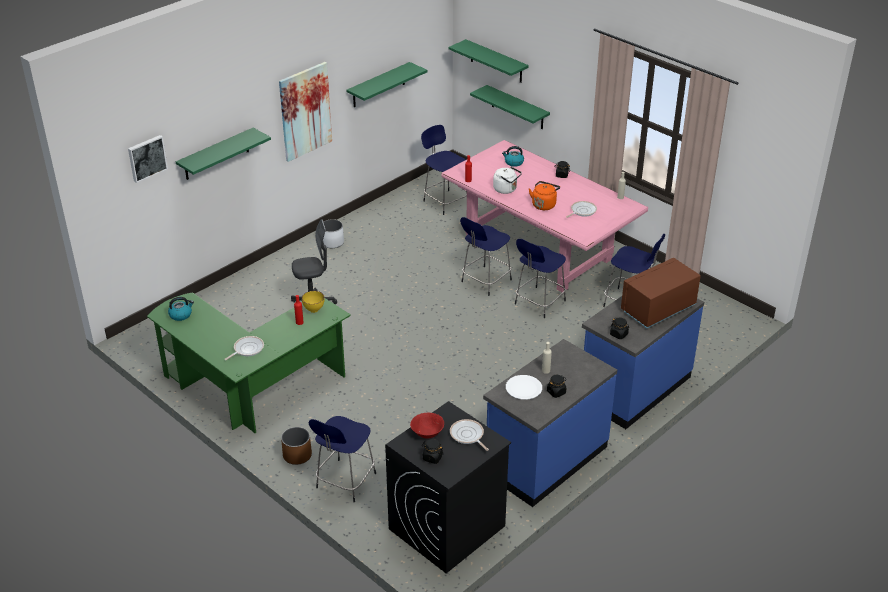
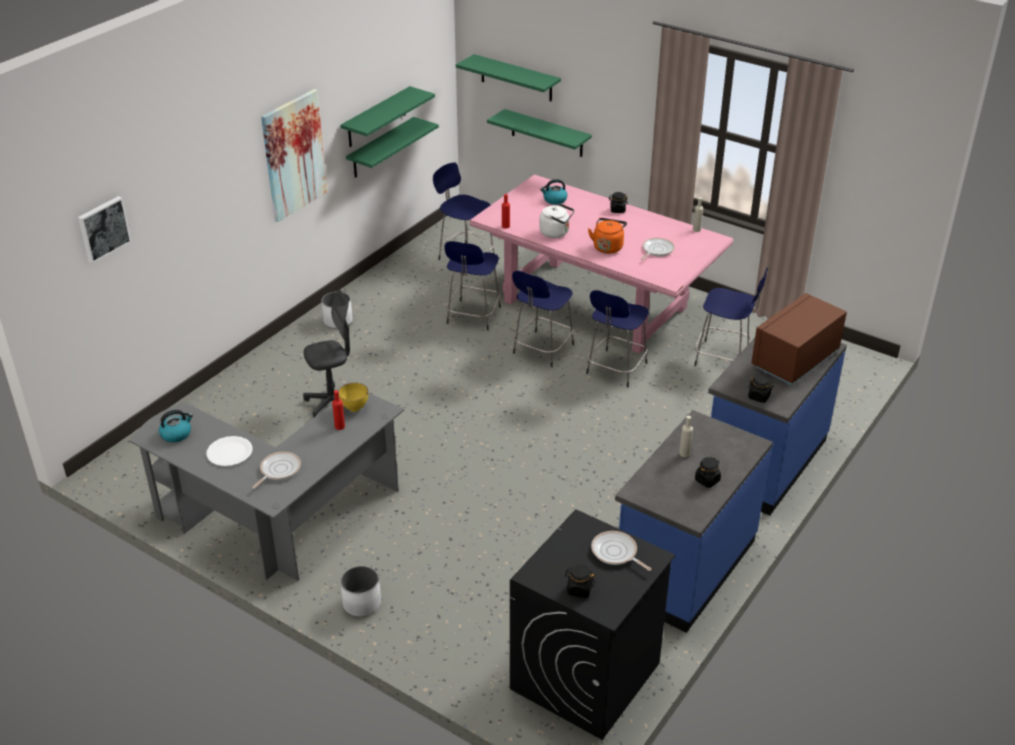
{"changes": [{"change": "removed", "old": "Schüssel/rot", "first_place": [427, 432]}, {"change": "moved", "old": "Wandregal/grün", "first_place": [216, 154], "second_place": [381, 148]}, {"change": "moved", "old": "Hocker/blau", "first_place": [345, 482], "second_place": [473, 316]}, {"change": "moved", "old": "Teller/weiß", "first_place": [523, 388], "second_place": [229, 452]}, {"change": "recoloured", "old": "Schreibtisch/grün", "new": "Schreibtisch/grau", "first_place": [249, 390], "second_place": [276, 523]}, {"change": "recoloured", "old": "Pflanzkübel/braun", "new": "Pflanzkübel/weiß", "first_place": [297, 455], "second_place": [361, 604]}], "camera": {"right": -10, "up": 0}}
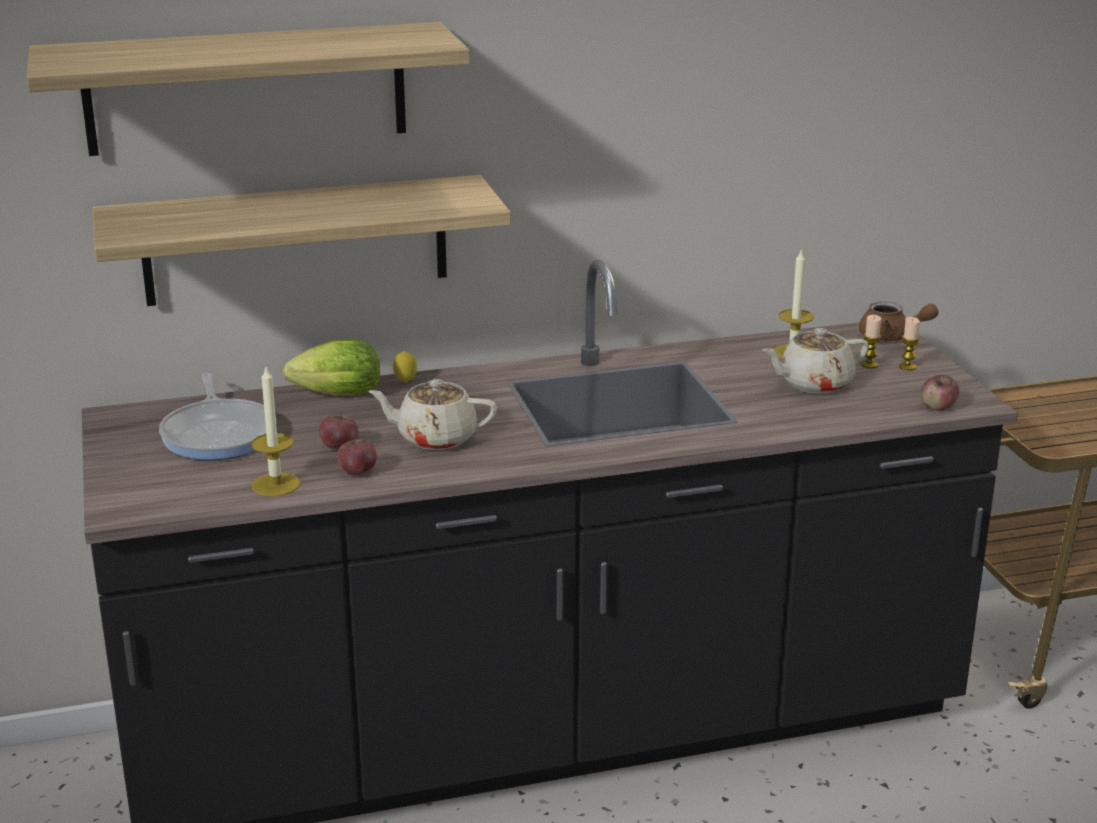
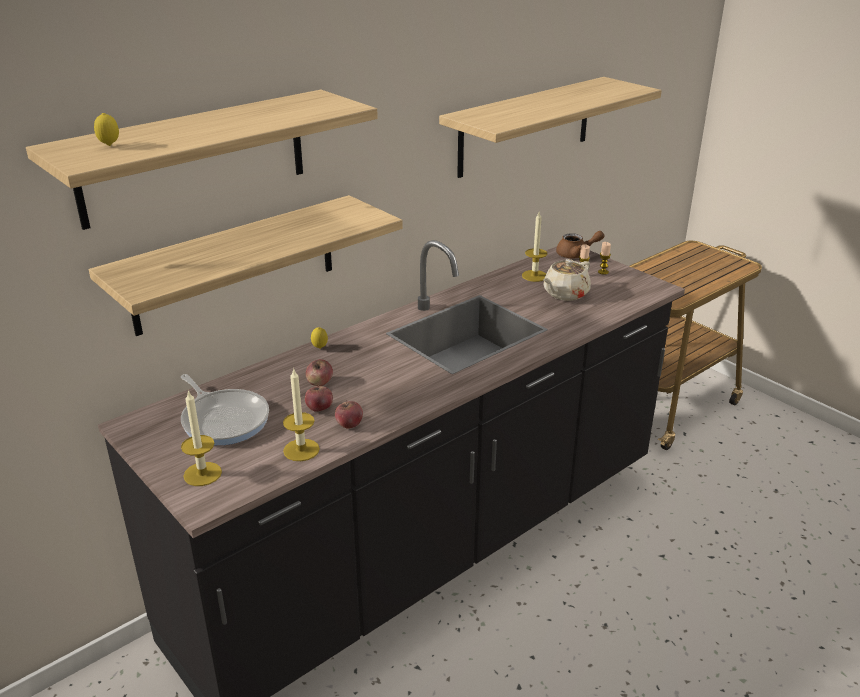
{"changes": [{"change": "removed", "old": "Salatkopf", "first_place": [333, 395]}, {"change": "removed", "old": "Teekanne/beige", "first_place": [435, 438]}, {"change": "added", "new": "Zitrone", "second_place": [109, 145]}, {"change": "added", "new": "Kerze", "second_place": [202, 474]}, {"change": "added", "new": "Wandregal", "second_place": [525, 126]}, {"change": "moved", "old": "Apfel", "first_place": [938, 407], "second_place": [320, 383]}], "camera": {"right": -25, "up": 5}}
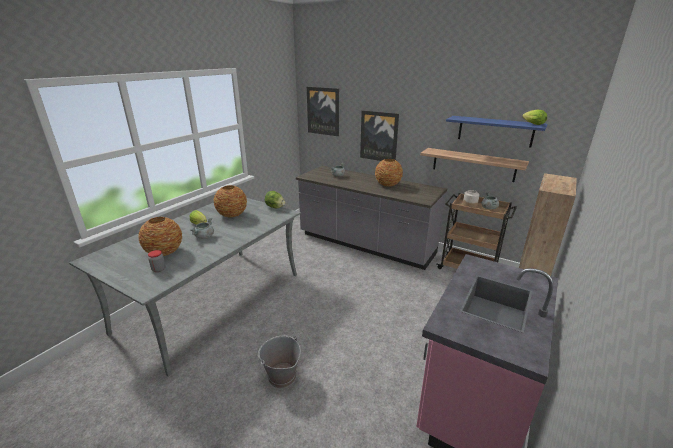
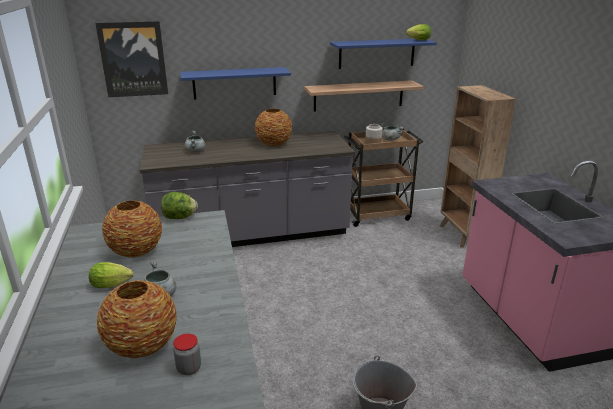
{"changes": [{"change": "replaced", "old": "Bild", "new": "Wandregal/blau", "first_place": [379, 136], "second_place": [234, 83]}], "camera": {"right": -45, "up": 0}}
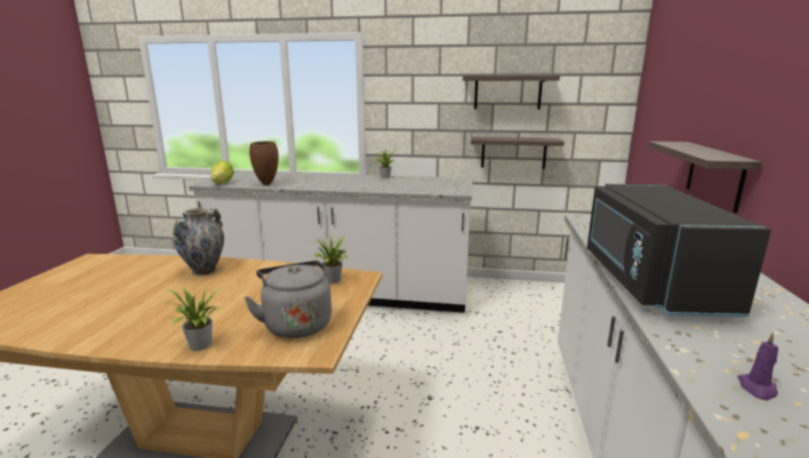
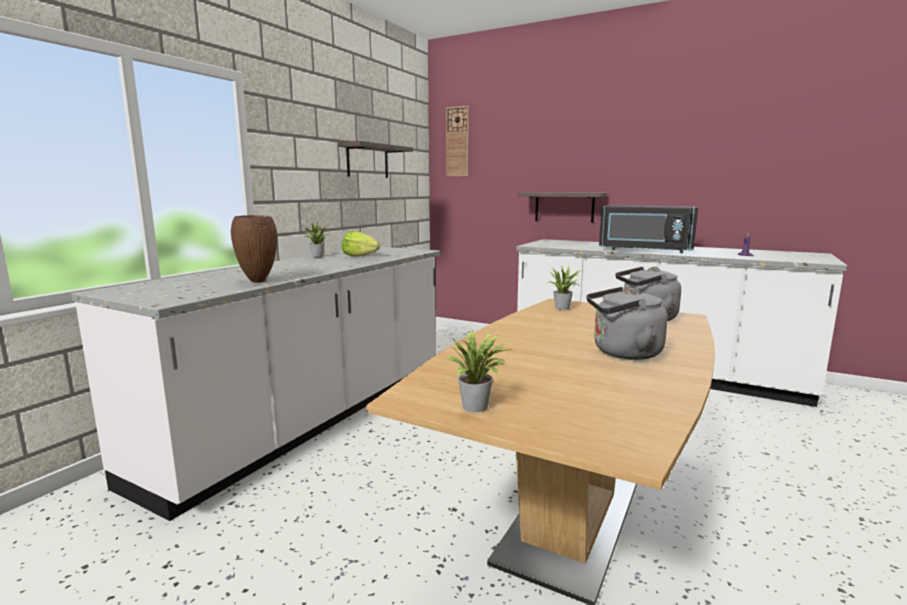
{"changes": [{"change": "removed", "old": "Vase", "first_place": [204, 271]}, {"change": "removed", "old": "Wandregal", "first_place": [513, 153]}, {"change": "added", "new": "Wanduhr", "second_place": [457, 142]}, {"change": "added", "new": "Wasserkessel/grau", "second_place": [623, 353]}, {"change": "moved", "old": "Topfpflanze", "first_place": [199, 346], "second_place": [478, 407]}, {"change": "moved", "old": "Salatkopf", "first_place": [222, 183], "second_place": [360, 256]}], "camera": {"right": -70, "up": -5}}
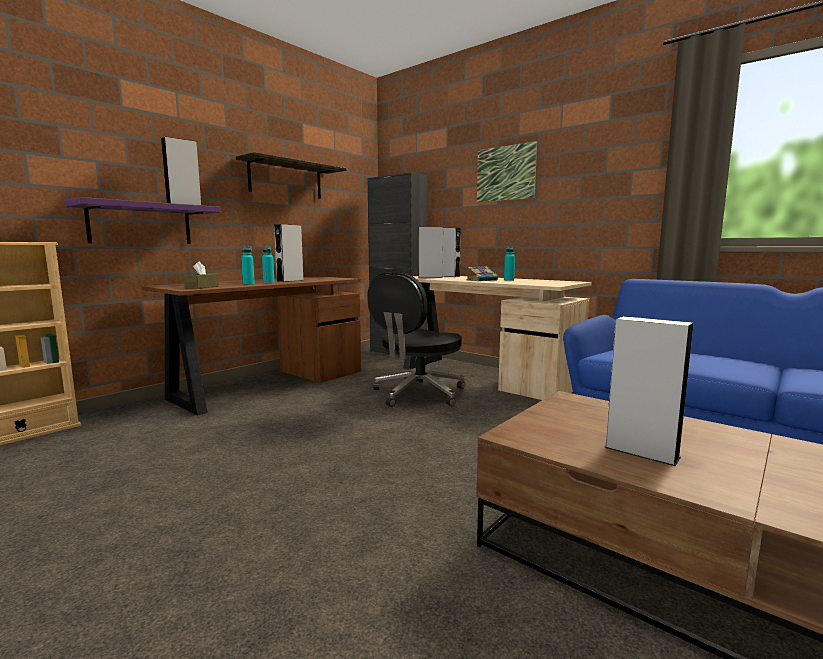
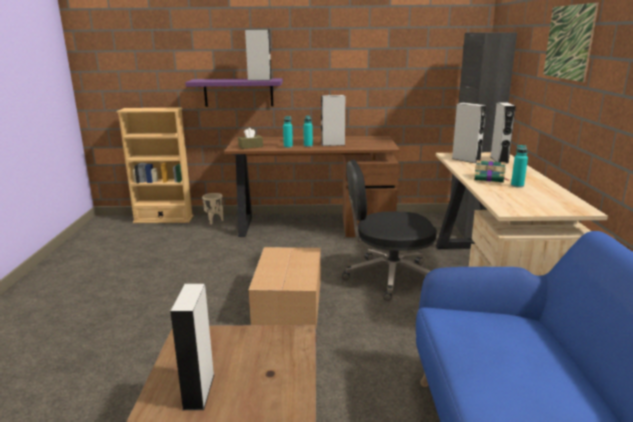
{"changes": [{"change": "removed", "old": "Wandregal", "first_place": [286, 179]}, {"change": "added", "new": "Pflanzkübel/beige", "second_place": [214, 221]}, {"change": "added", "new": "Karton", "second_place": [289, 301]}], "camera": {"right": 50, "up": 10}}
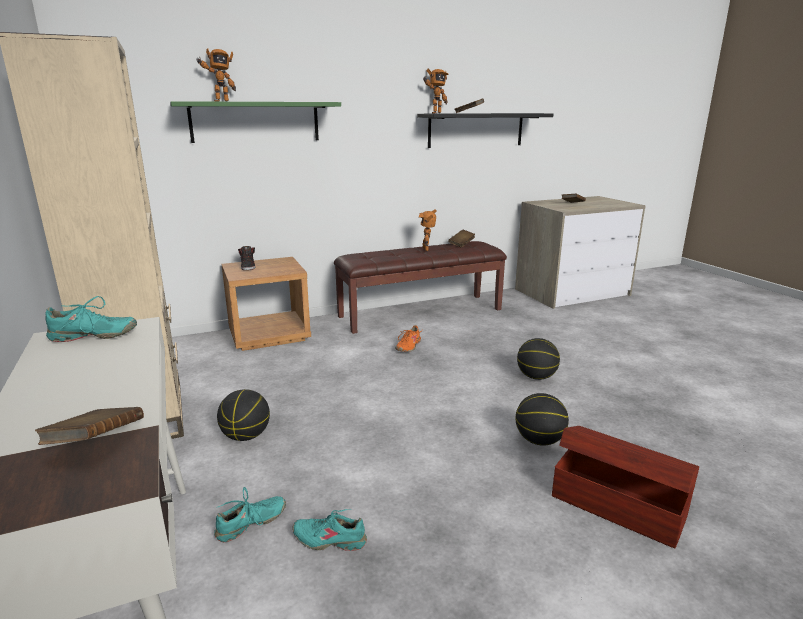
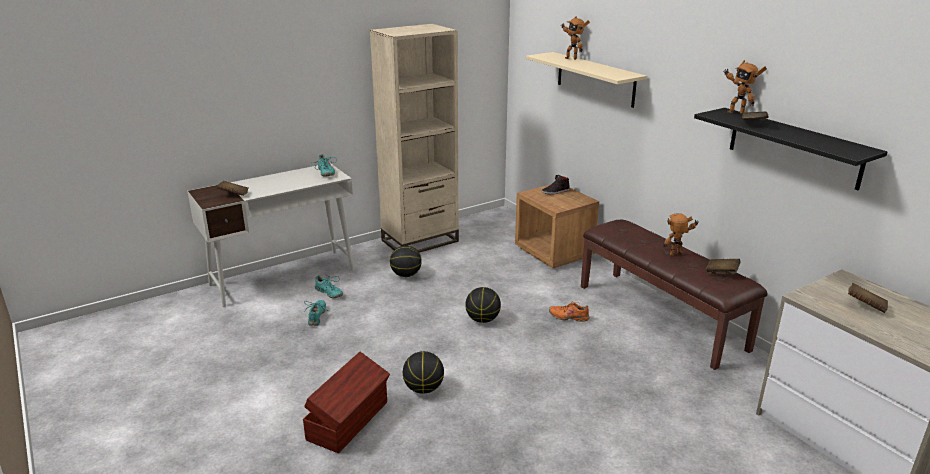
{"changes": [{"change": "moved", "old": "Basketball", "first_place": [536, 377], "second_place": [483, 319]}, {"change": "recoloured", "old": "Wandregal/grün", "new": "Wandregal/beige", "first_place": [255, 122], "second_place": [595, 79]}], "camera": {"right": 80, "up": 5}}
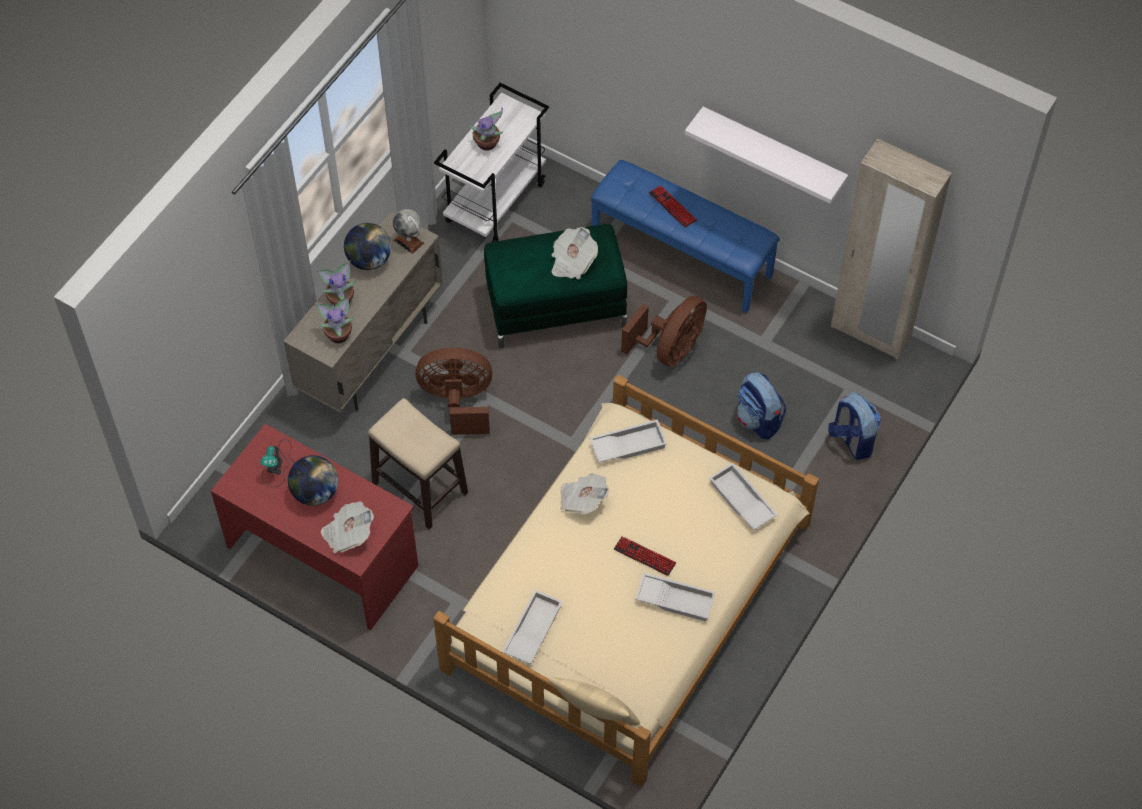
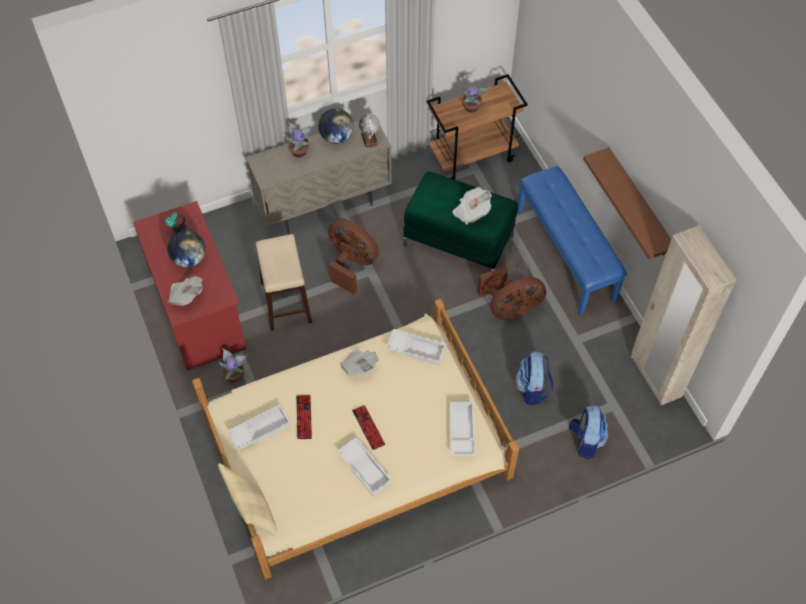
{"changes": [{"change": "moved", "old": "Topfpflanze", "first_place": [338, 334], "second_place": [235, 375]}, {"change": "moved", "old": "Tastatur", "first_place": [672, 207], "second_place": [304, 417]}, {"change": "recoloured", "old": "Rollwagen/weiß", "new": "Rollwagen/braun", "first_place": [495, 202], "second_place": [473, 156]}, {"change": "recoloured", "old": "Wandregal/weiß", "new": "Wandregal/braun", "first_place": [773, 151], "second_place": [639, 204]}], "camera": {"right": 35, "up": 0}}
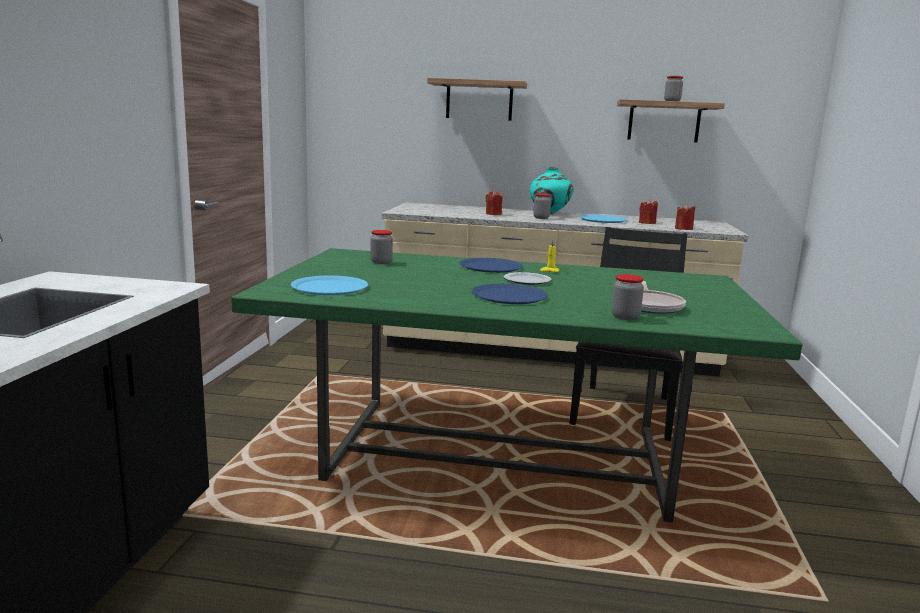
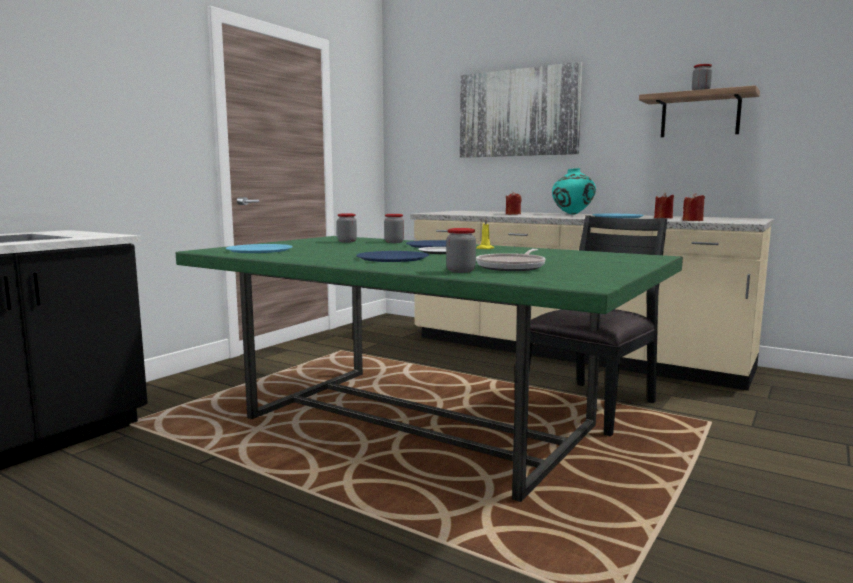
{"changes": [{"change": "moved", "old": "Vorratsglas", "first_place": [541, 218], "second_place": [394, 242]}, {"change": "replaced", "old": "Wandregal", "new": "Bild", "first_place": [479, 100], "second_place": [518, 113]}], "camera": {"right": 25, "up": -5}}
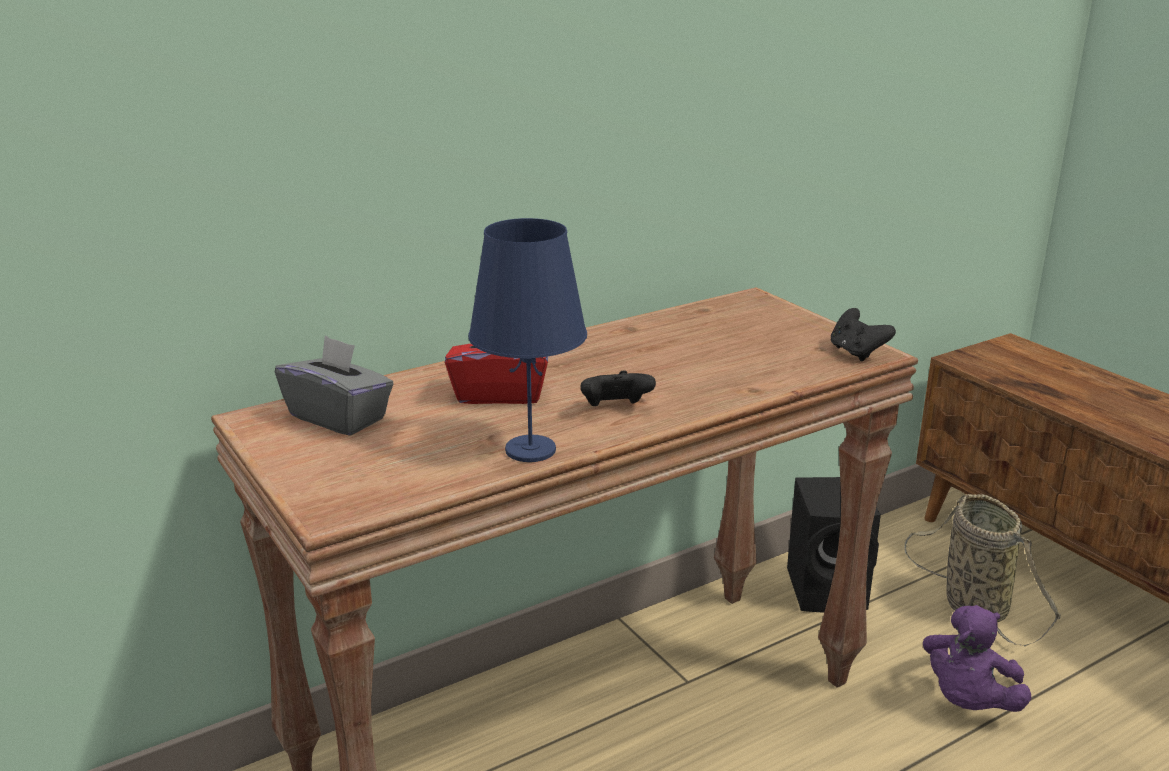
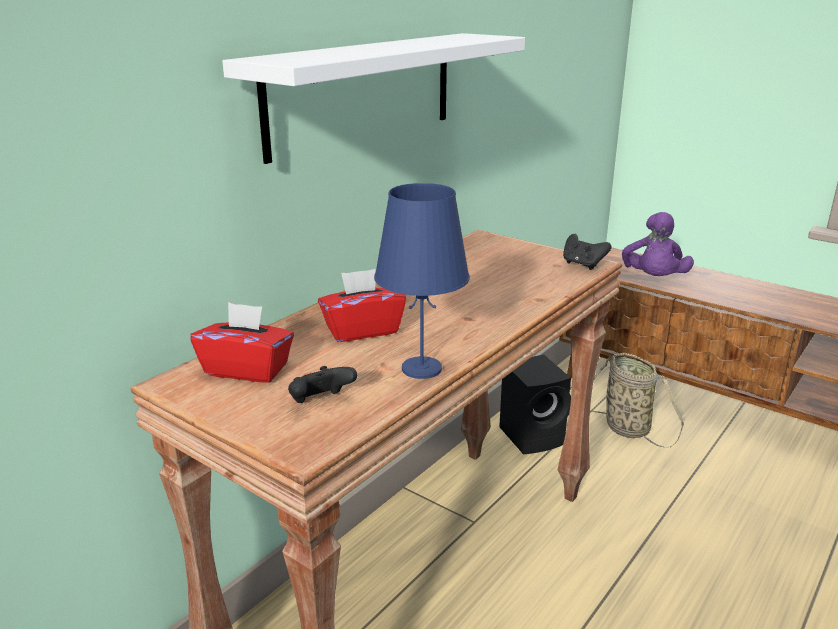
{"changes": [{"change": "added", "new": "Wandregal/weiß", "second_place": [363, 92]}, {"change": "moved", "old": "Gamepad/schwarz", "first_place": [615, 409], "second_place": [321, 402]}, {"change": "moved", "old": "Plüschtier/lila", "first_place": [968, 701], "second_place": [653, 279]}, {"change": "recoloured", "old": "Taschentuchbox/grau", "new": "Taschentuchbox/rot", "first_place": [339, 417], "second_place": [247, 369]}], "camera": {"right": -20, "up": 0}}
